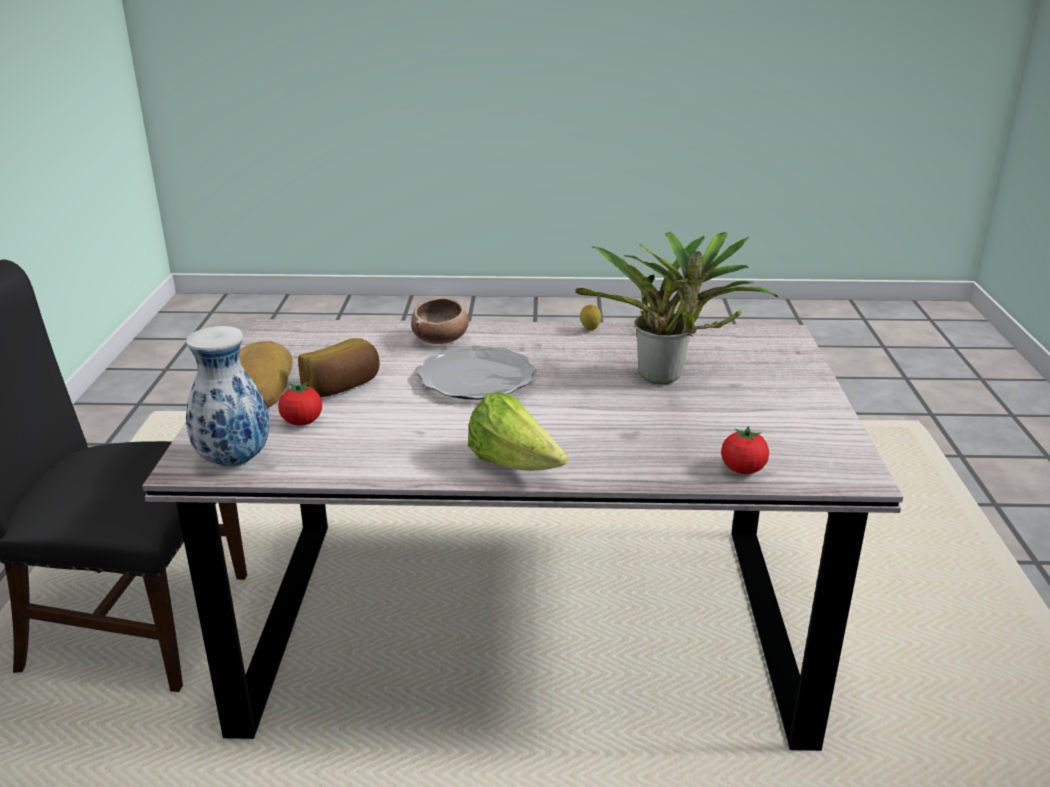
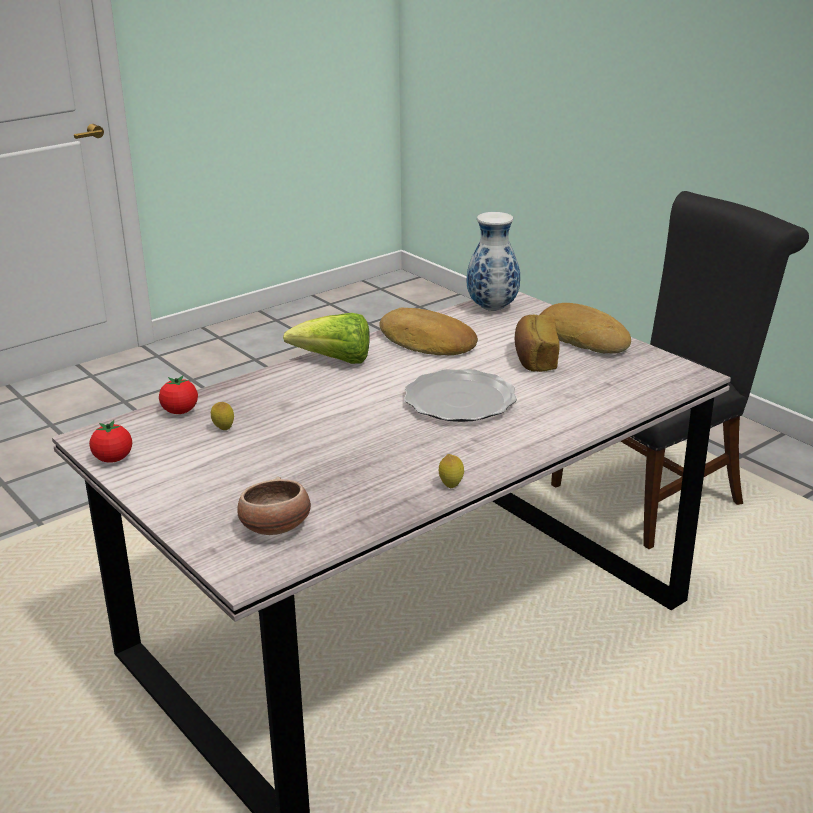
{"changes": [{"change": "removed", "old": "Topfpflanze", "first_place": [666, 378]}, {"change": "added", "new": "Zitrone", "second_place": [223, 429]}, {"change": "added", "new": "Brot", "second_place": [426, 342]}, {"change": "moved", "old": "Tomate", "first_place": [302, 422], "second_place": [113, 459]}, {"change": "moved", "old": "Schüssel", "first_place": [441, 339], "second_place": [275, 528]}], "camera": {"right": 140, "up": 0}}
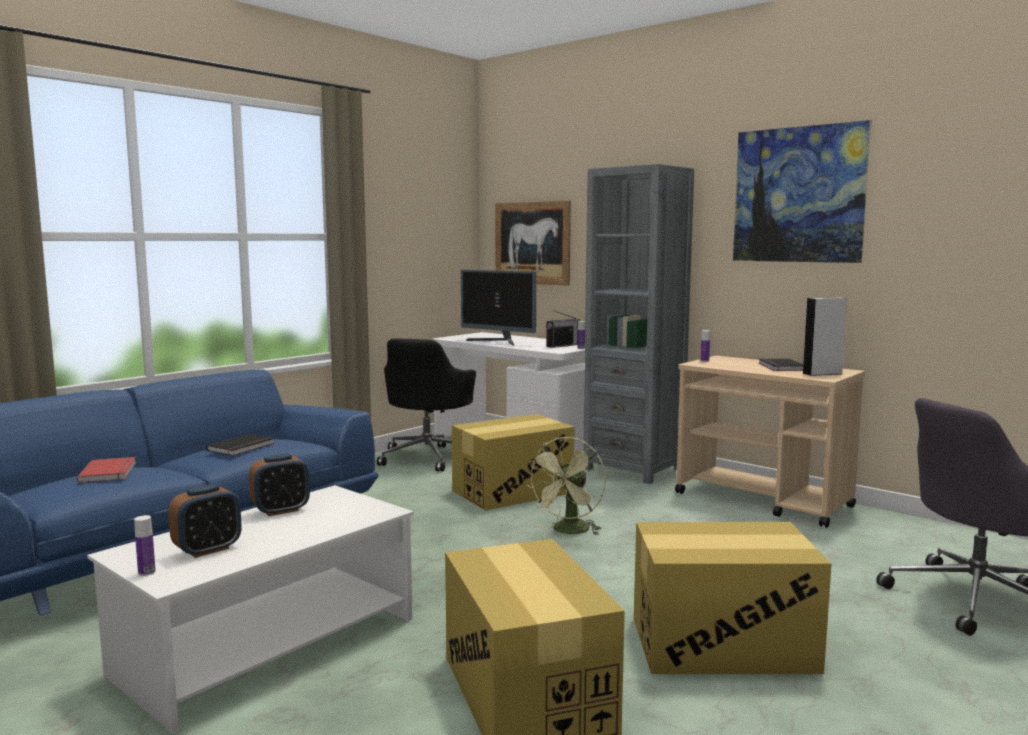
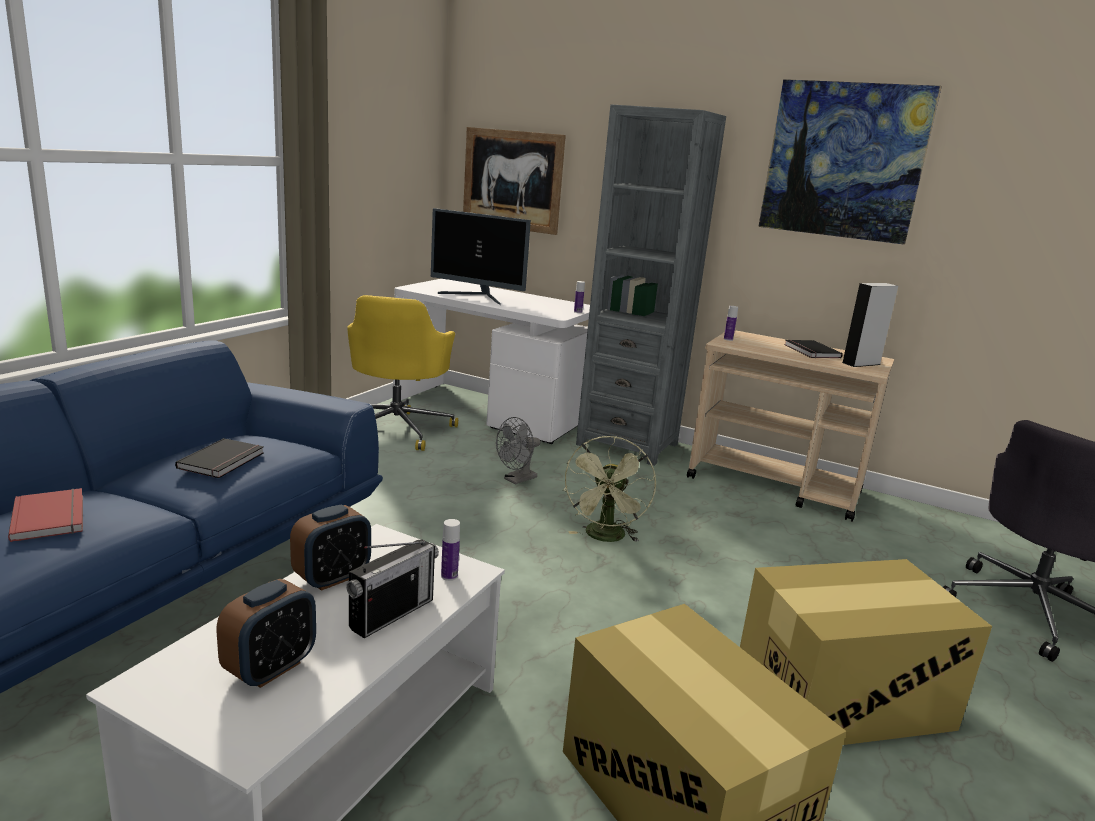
{"changes": [{"change": "moved", "old": "Flasche", "first_place": [146, 572], "second_place": [449, 576]}, {"change": "moved", "old": "Radio", "first_place": [562, 345], "second_place": [392, 614]}, {"change": "replaced", "old": "Karton", "new": "Ventilator/grau", "first_place": [513, 492], "second_place": [516, 480]}, {"change": "recoloured", "old": "Bürostuhl/schwarz", "new": "Bürostuhl/gelb", "first_place": [428, 457], "second_place": [397, 429]}], "camera": {"right": -15, "up": 10}}
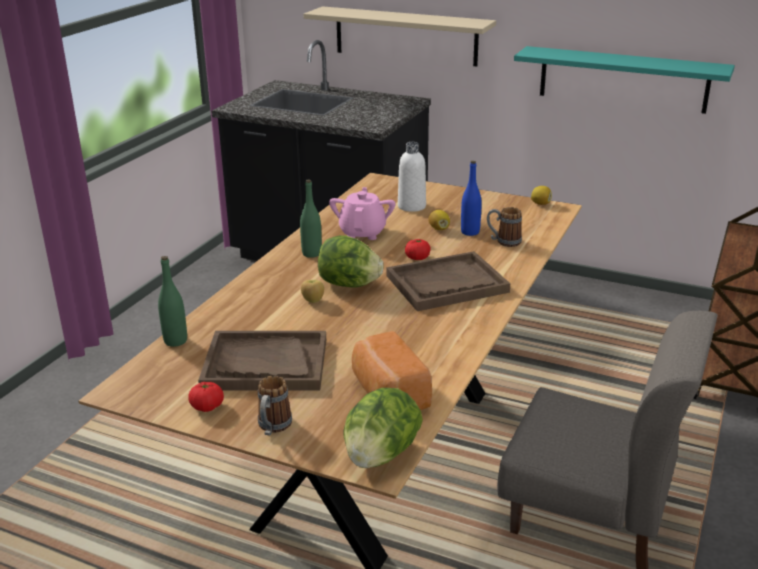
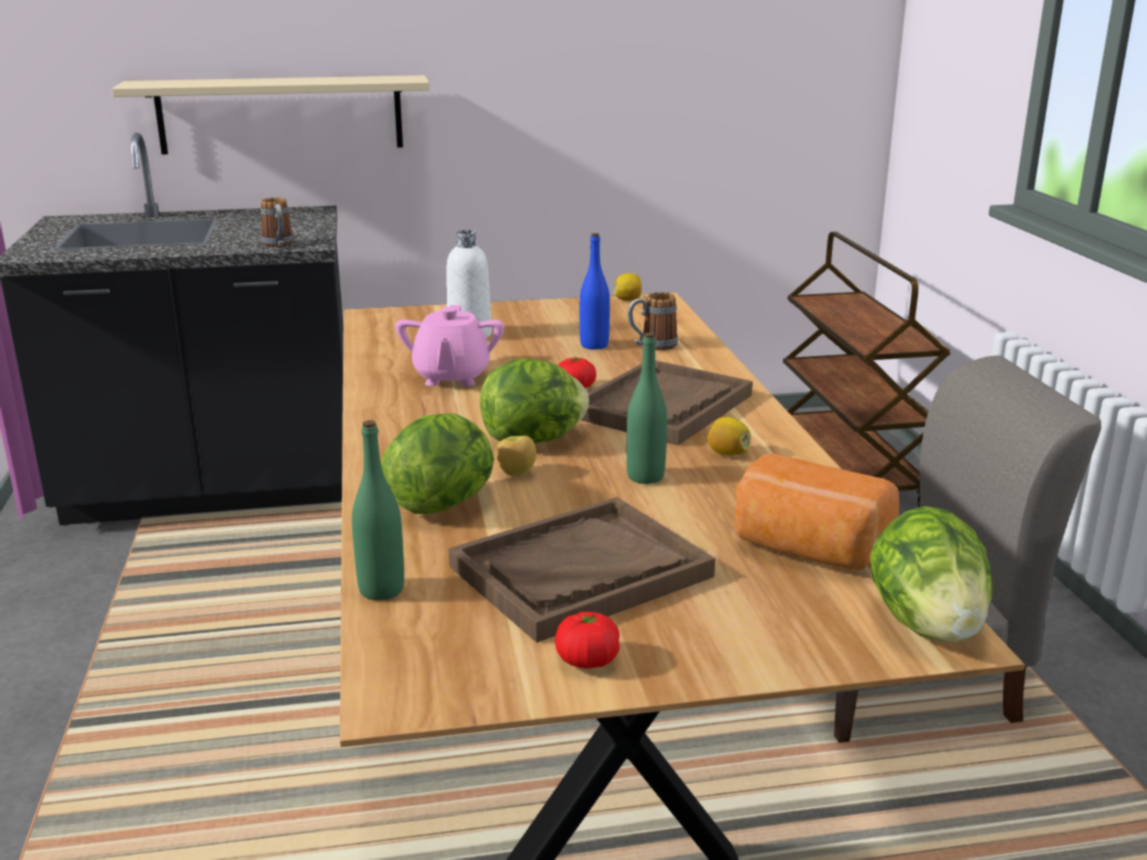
{"changes": [{"change": "removed", "old": "Wandregal/türkis", "first_place": [623, 79]}, {"change": "added", "new": "Salatkopf", "second_place": [444, 503]}, {"change": "moved", "old": "Henkelbecher", "first_place": [272, 428], "second_place": [279, 245]}, {"change": "moved", "old": "Flasche/grün", "first_place": [311, 253], "second_place": [645, 476]}, {"change": "moved", "old": "Zitrone", "first_place": [439, 229], "second_place": [728, 454]}, {"change": "turned", "old": "Teekanne/rosa", "first_place": [363, 233], "second_place": [451, 377], "degrees": -150}], "camera": {"right": -35, "up": -5}}
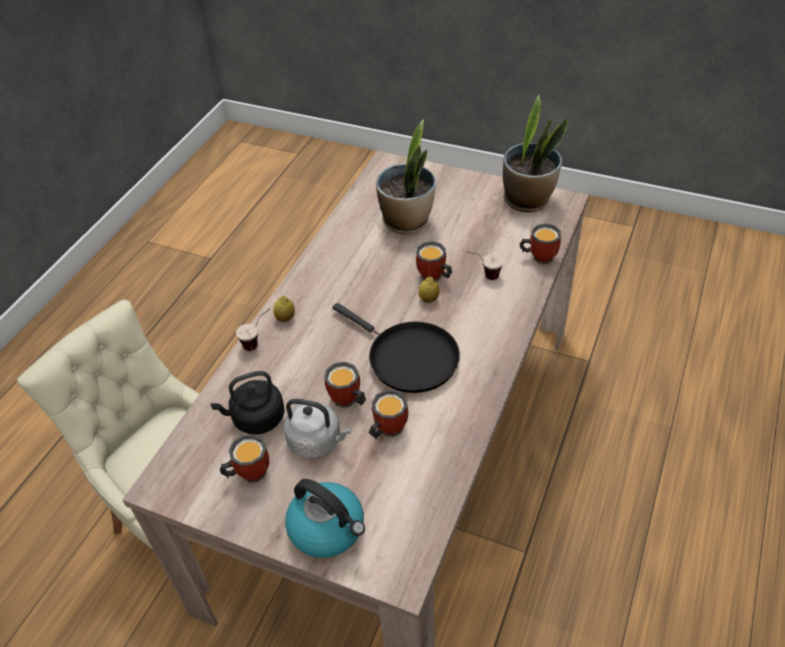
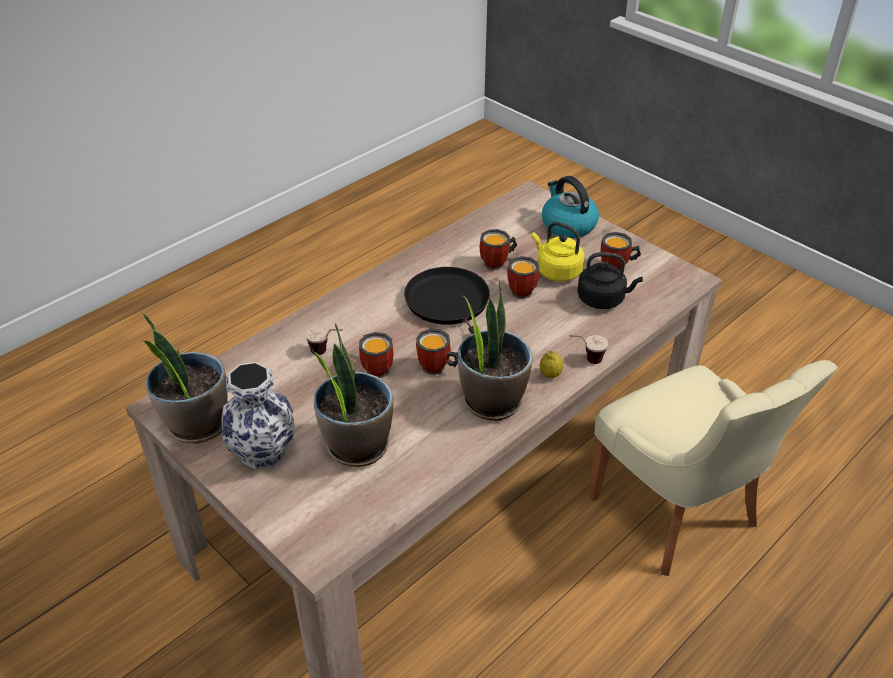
{"changes": [{"change": "removed", "old": "Zitrone", "first_place": [429, 299]}, {"change": "added", "new": "Vase", "second_place": [264, 452]}, {"change": "added", "new": "Topfpflanze", "second_place": [492, 400]}, {"change": "moved", "old": "Henkelbecher", "first_place": [539, 256], "second_place": [437, 369]}, {"change": "recoloured", "old": "Wasserkessel/grau", "new": "Wasserkessel/gelb", "first_place": [317, 441], "second_place": [556, 271]}], "camera": {"right": -160, "up": -5}}
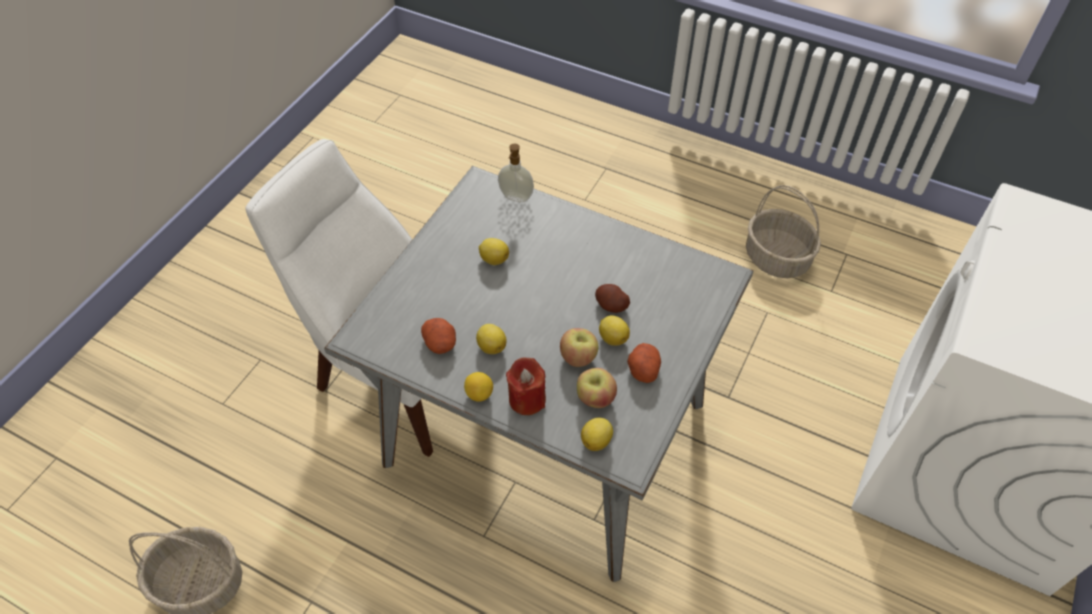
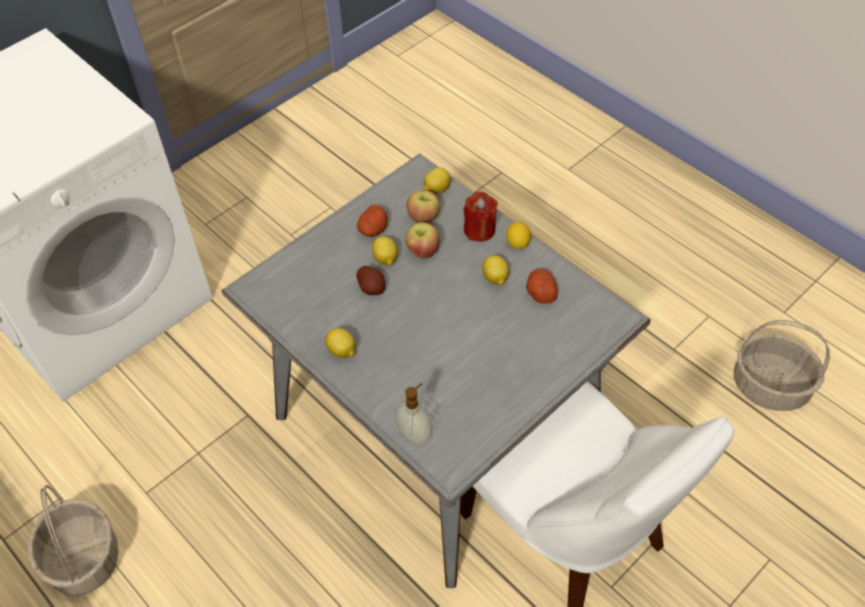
{"changes": [{"change": "moved", "old": "Zitrone", "first_place": [493, 259], "second_place": [342, 351]}], "camera": {"right": -160, "up": 0}}
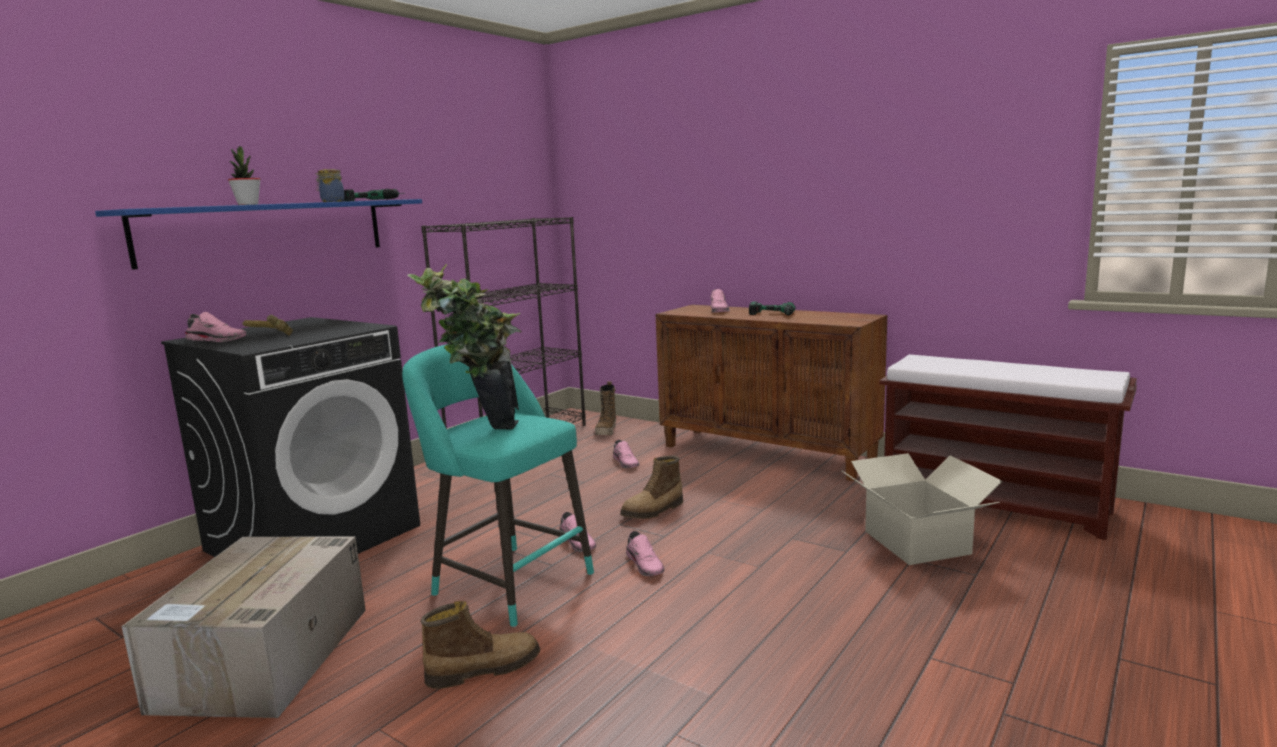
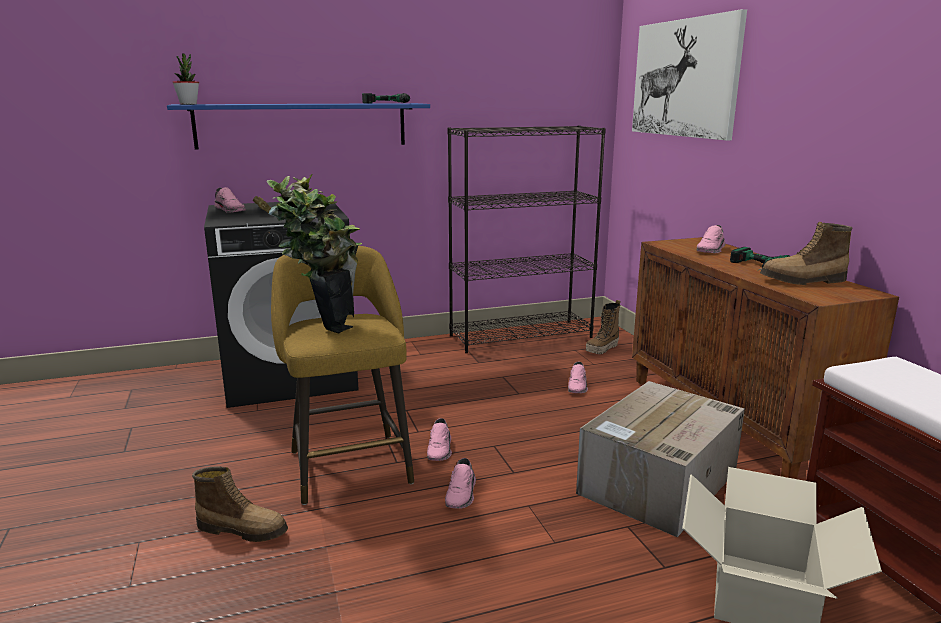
{"changes": [{"change": "removed", "old": "Vorratsglas", "first_place": [331, 201]}, {"change": "added", "new": "Bild", "second_place": [684, 78]}, {"change": "moved", "old": "Karton", "first_place": [264, 659], "second_place": [657, 483]}, {"change": "moved", "old": "Topfpflanze", "first_place": [248, 204], "second_place": [188, 104]}, {"change": "moved", "old": "Stiefel", "first_place": [653, 511], "second_place": [803, 281]}, {"change": "recoloured", "old": "Hocker/türkis", "new": "Hocker/gelb", "first_place": [507, 582], "second_place": [348, 463]}], "camera": {"right": 35, "up": 5}}
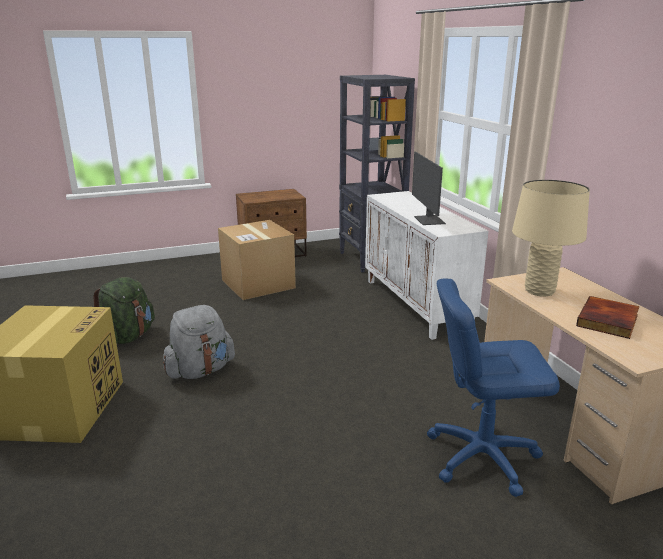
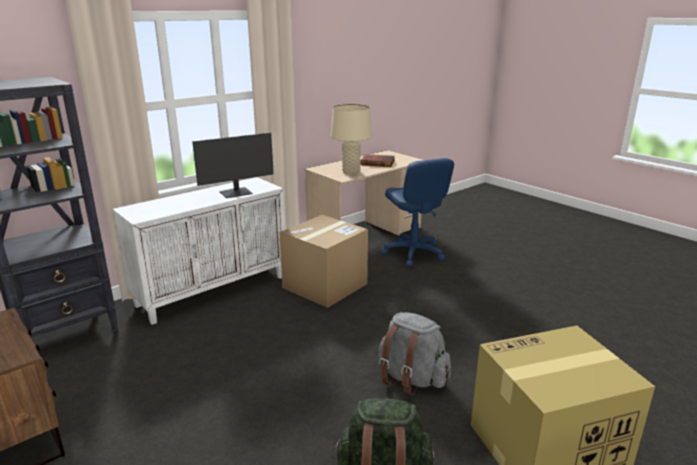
{"changes": [{"change": "moved", "old": "Karton", "first_place": [258, 284], "second_place": [325, 285]}], "camera": {"right": -110, "up": 0}}
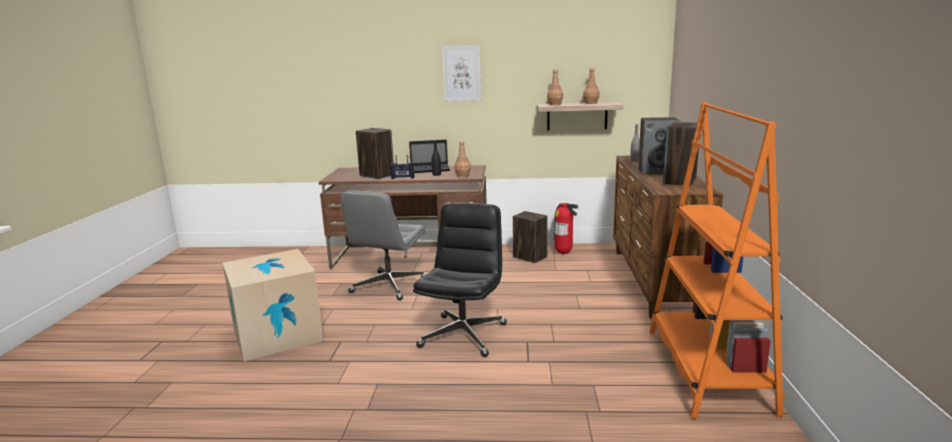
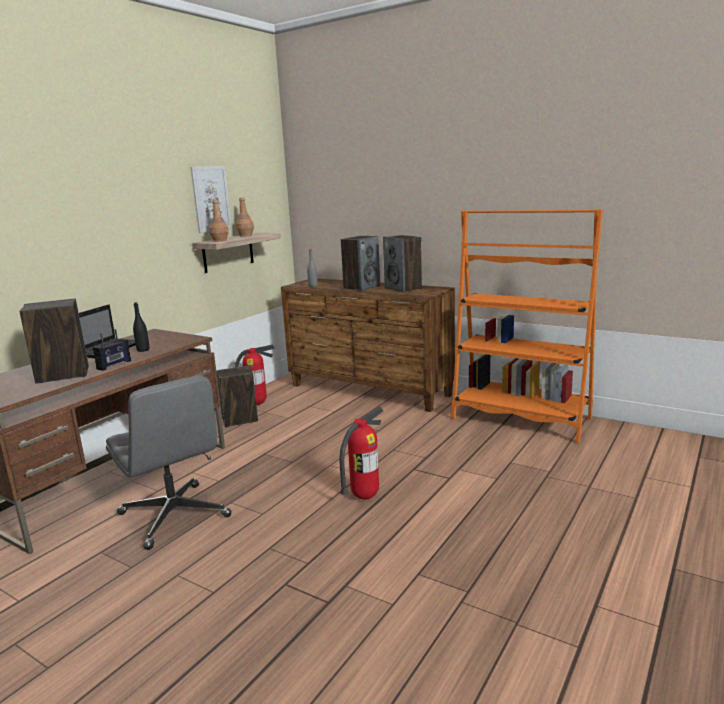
{"changes": [{"change": "removed", "old": "Karton", "first_place": [277, 335]}, {"change": "removed", "old": "Flasche/braun", "first_place": [463, 176]}, {"change": "moved", "old": "Bild", "first_place": [461, 73], "second_place": [211, 199]}, {"change": "replaced", "old": "Bürostuhl/schwarz", "new": "Feuerlöscher", "first_place": [463, 335], "second_place": [364, 497]}], "camera": {"right": -60, "up": 0}}
